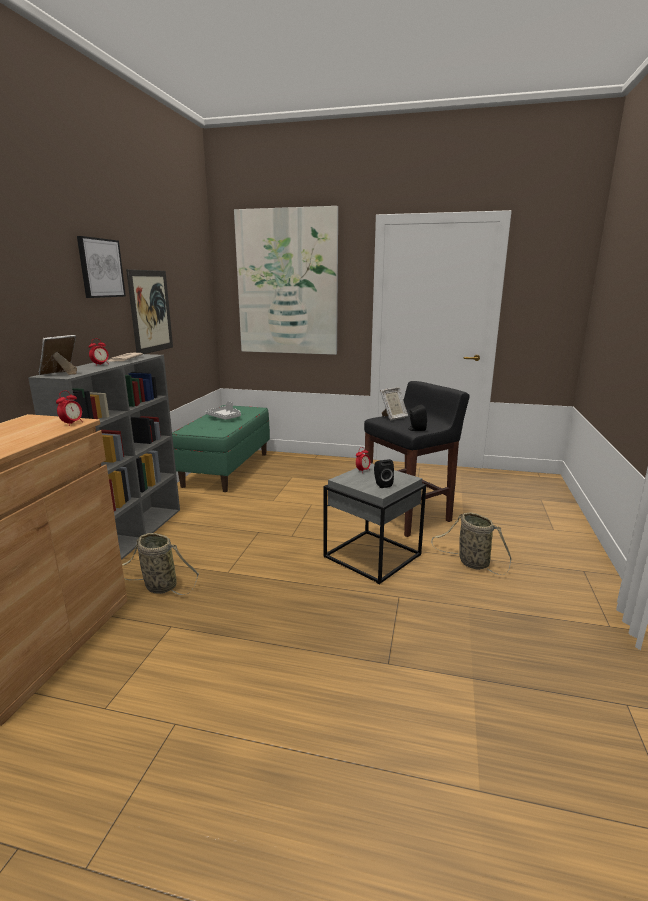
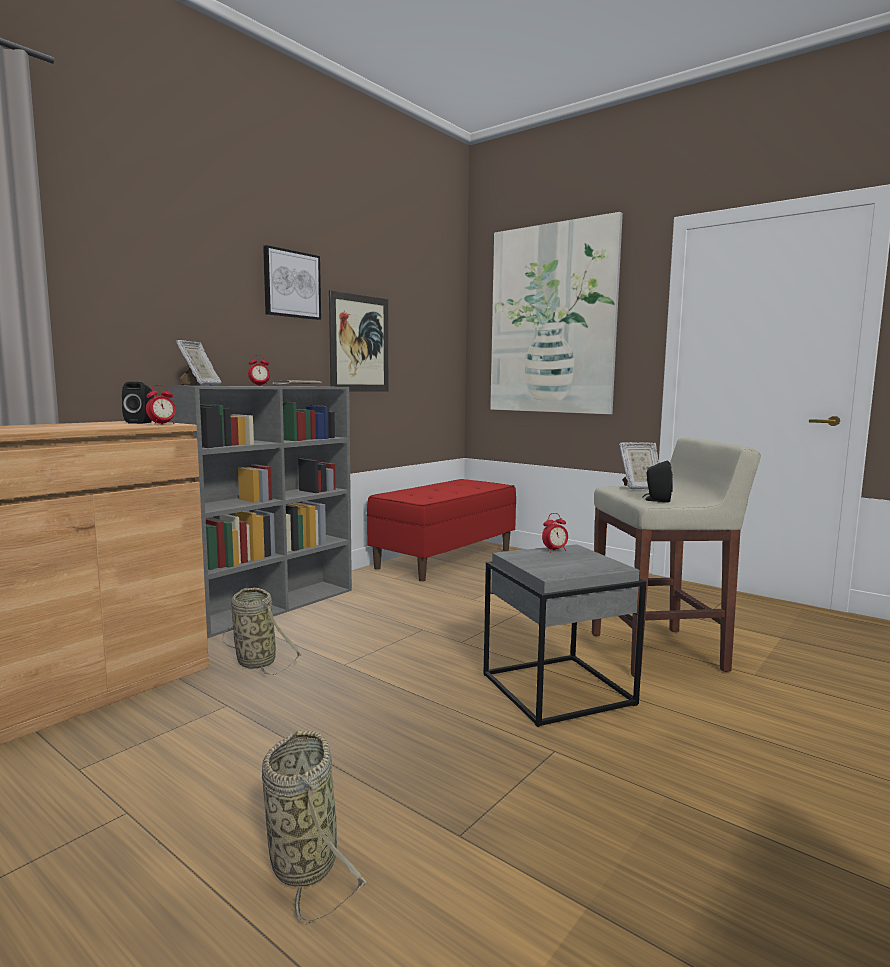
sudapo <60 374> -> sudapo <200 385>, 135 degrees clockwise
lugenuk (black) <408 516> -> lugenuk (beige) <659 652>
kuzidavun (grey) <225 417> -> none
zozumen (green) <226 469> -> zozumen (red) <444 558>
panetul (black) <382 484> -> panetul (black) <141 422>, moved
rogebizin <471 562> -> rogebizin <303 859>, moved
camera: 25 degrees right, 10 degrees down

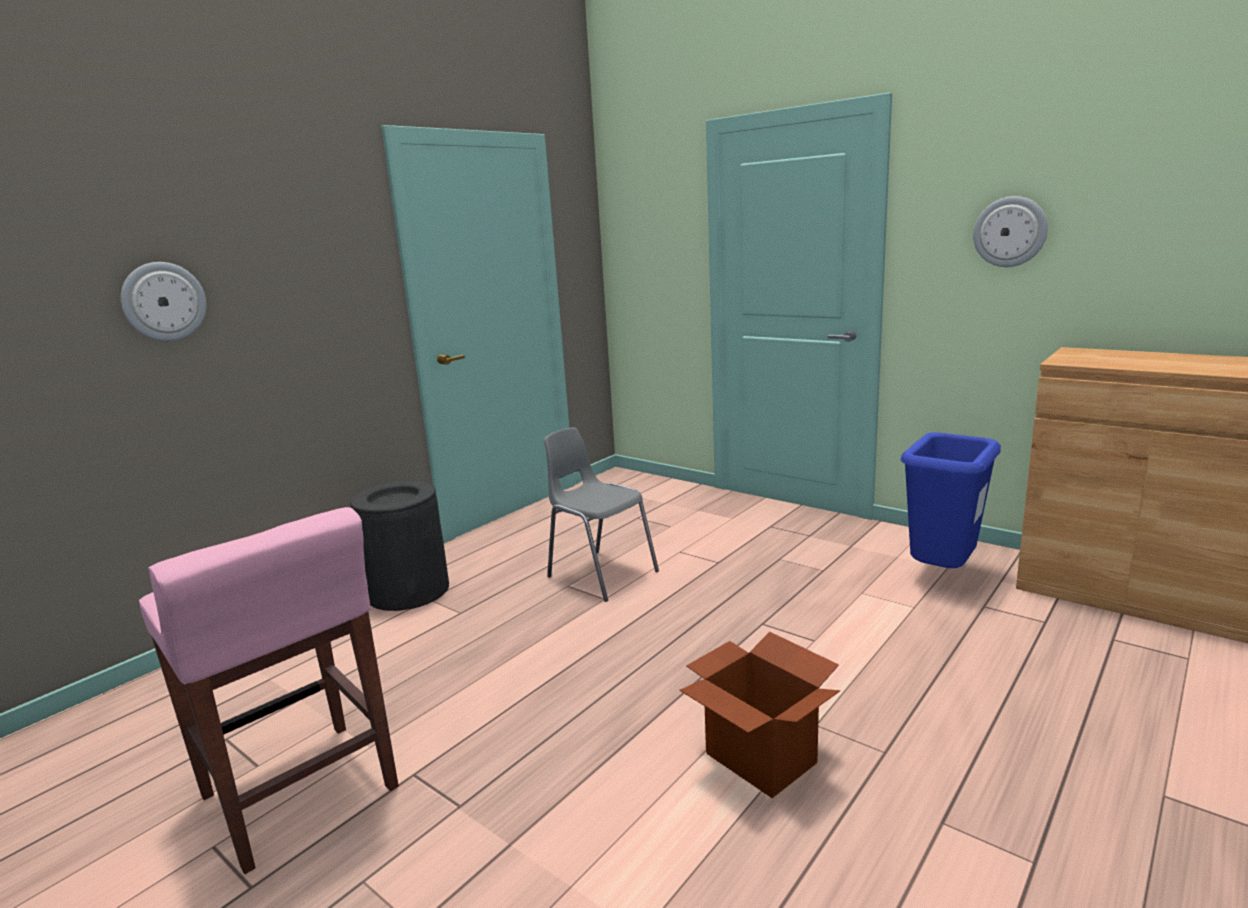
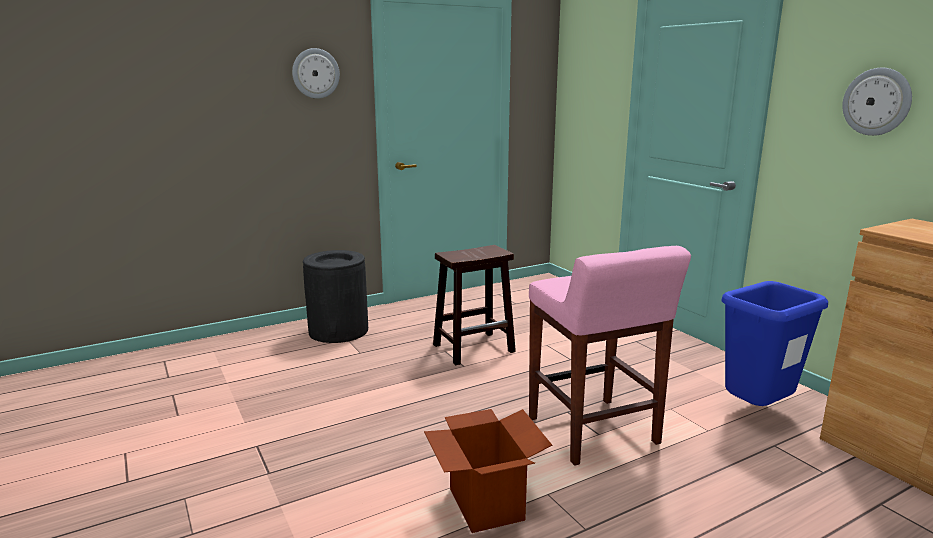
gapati <163 301> -> gapati <315 73>, moved
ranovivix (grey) <600 574> -> lugenuk (brown) <474 348>
lugenuk (pink) <300 794> -> lugenuk (pink) <593 432>, moved
camera: 20 degrees right, 0 degrees up

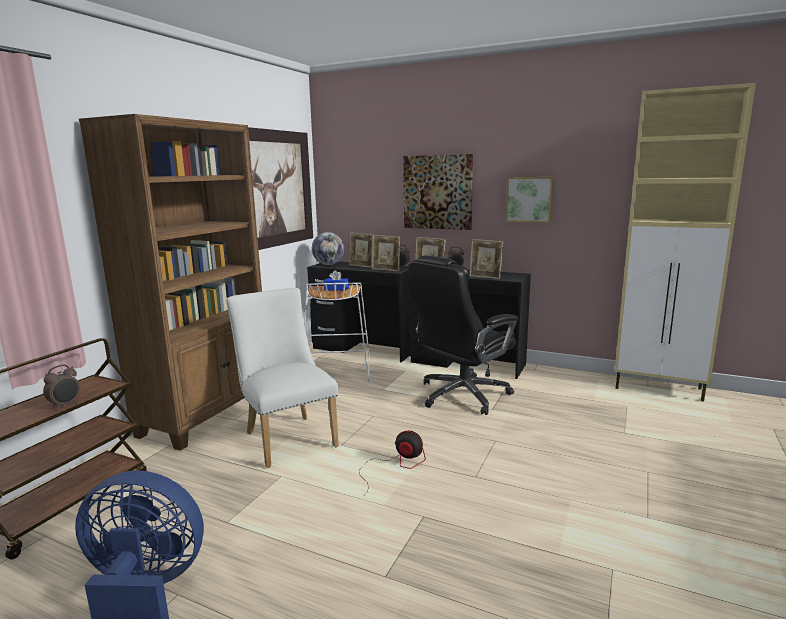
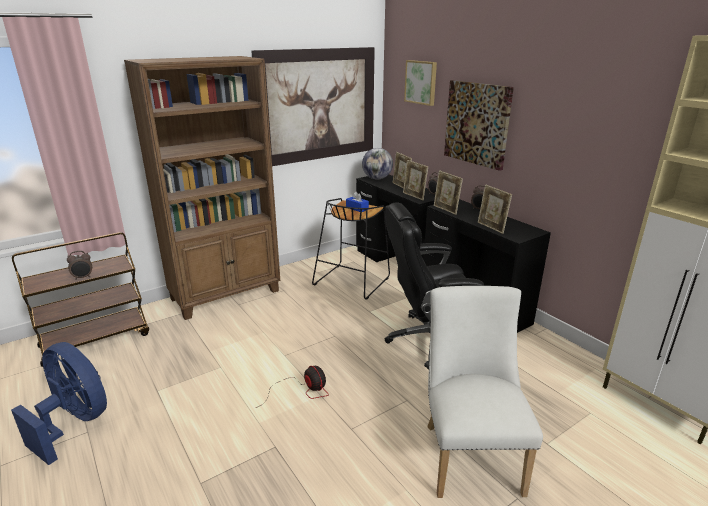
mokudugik <529 199> -> mokudugik <421 82>, moved
lugenuk (white) <336 371> -> lugenuk (black) <351 280>
ranovivix (white) <287 437> -> ranovivix (white) <469 452>, moved
camera: 30 degrees right, 10 degrees up

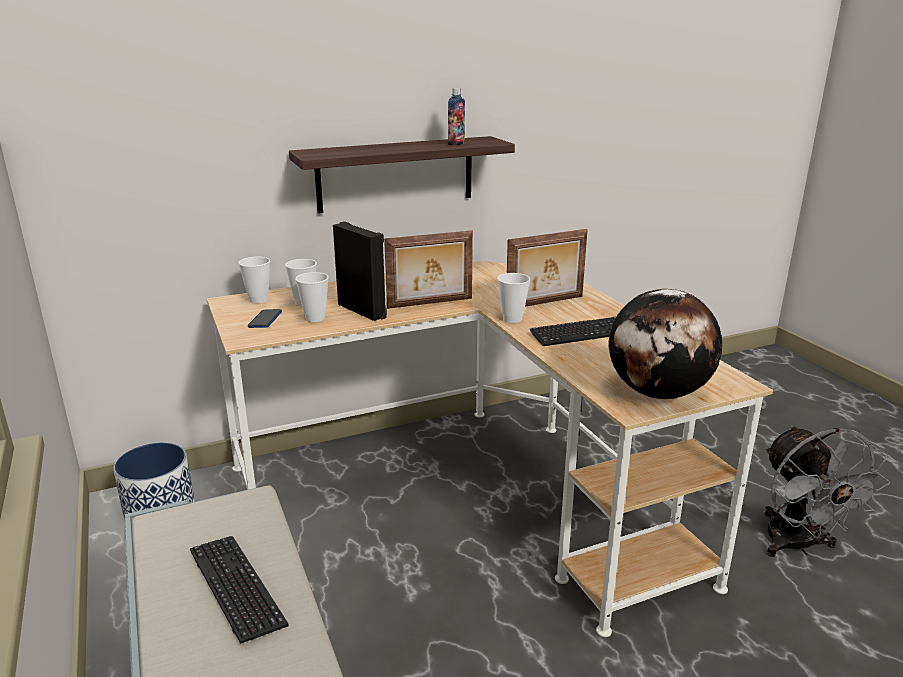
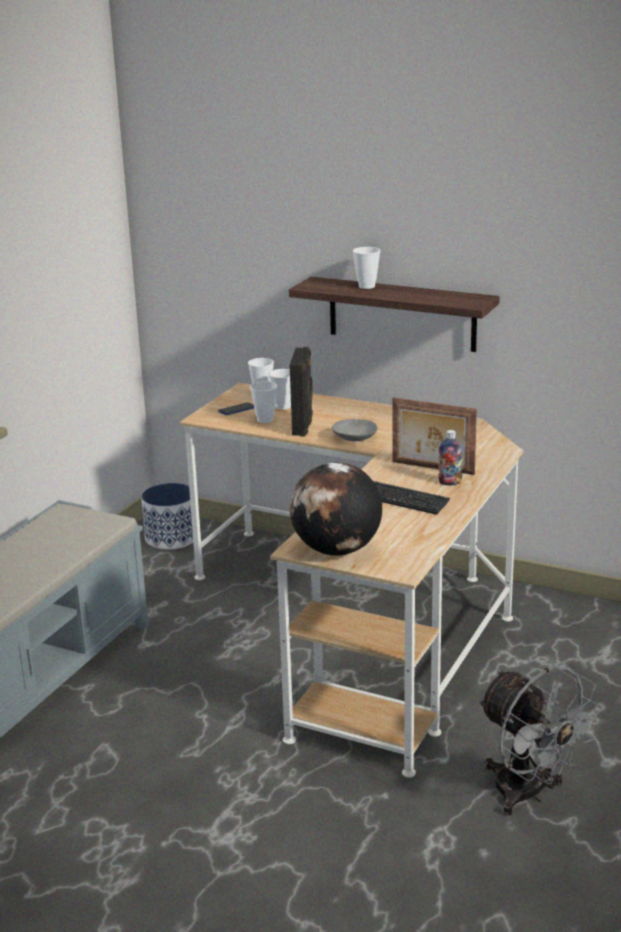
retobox <456 144> -> retobox <450 482>, moved
sudapo <430 303> -> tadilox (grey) <355 437>
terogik <512 319> -> terogik <366 286>, moved
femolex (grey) <798 546> -> femolex (grey) <529 794>, 75 degrees counterclockwise
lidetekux <236 588> -> none
camera: 50 degrees right, 0 degrees up

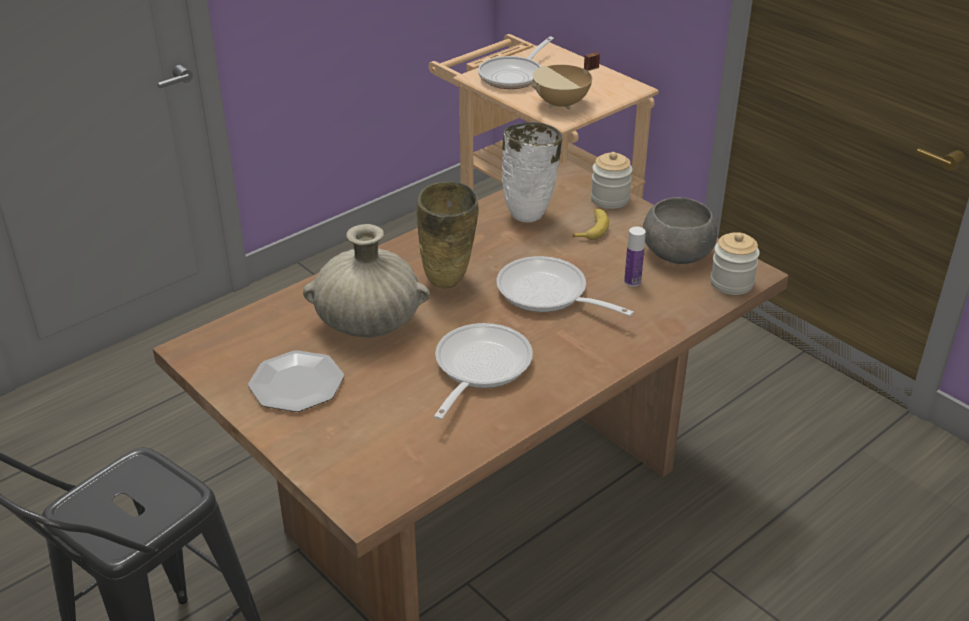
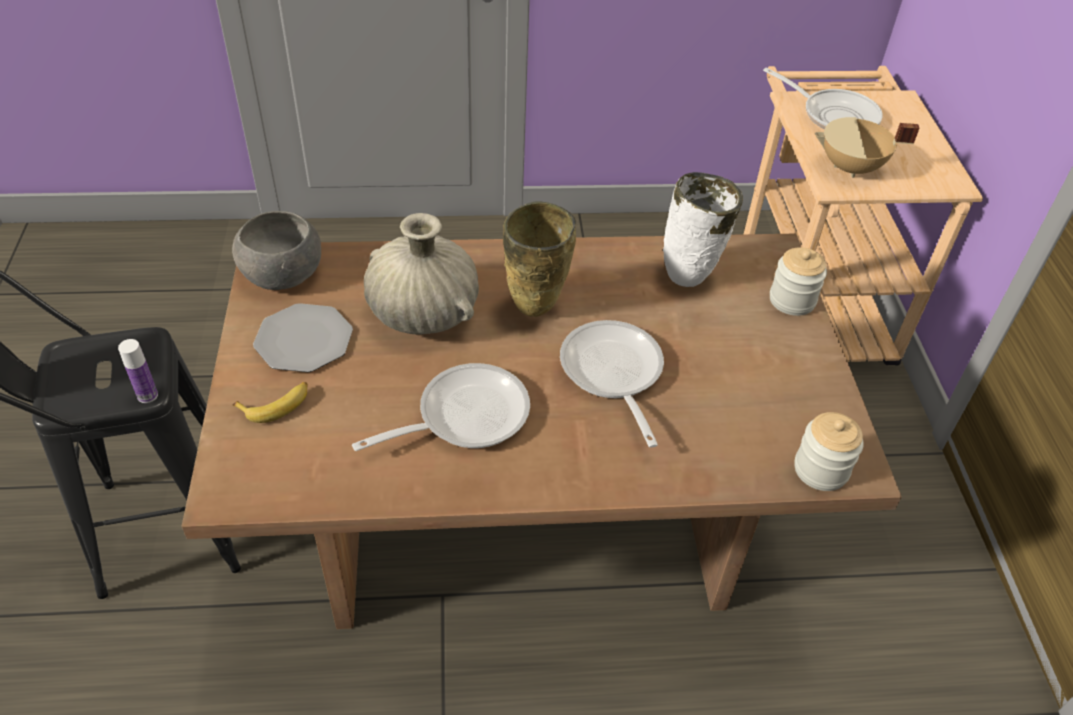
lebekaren <514 76> -> lebekaren <834 115>, 120 degrees counterclockwise
tadilox (grey) <677 253> -> tadilox (grey) <282 274>, moved
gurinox <592 228> -> gurinox <276 405>, moved
retobox <632 281> -> retobox <147 395>, moved
camera: 35 degrees right, 10 degrees up

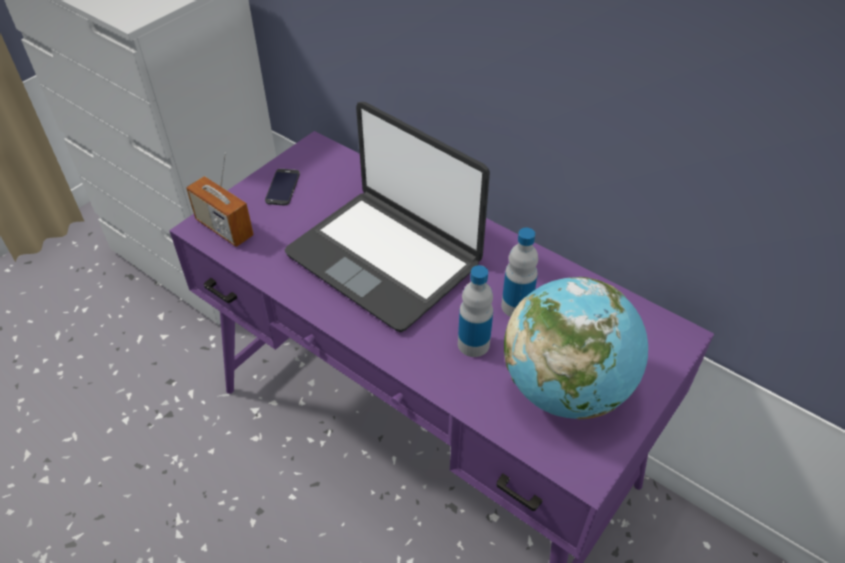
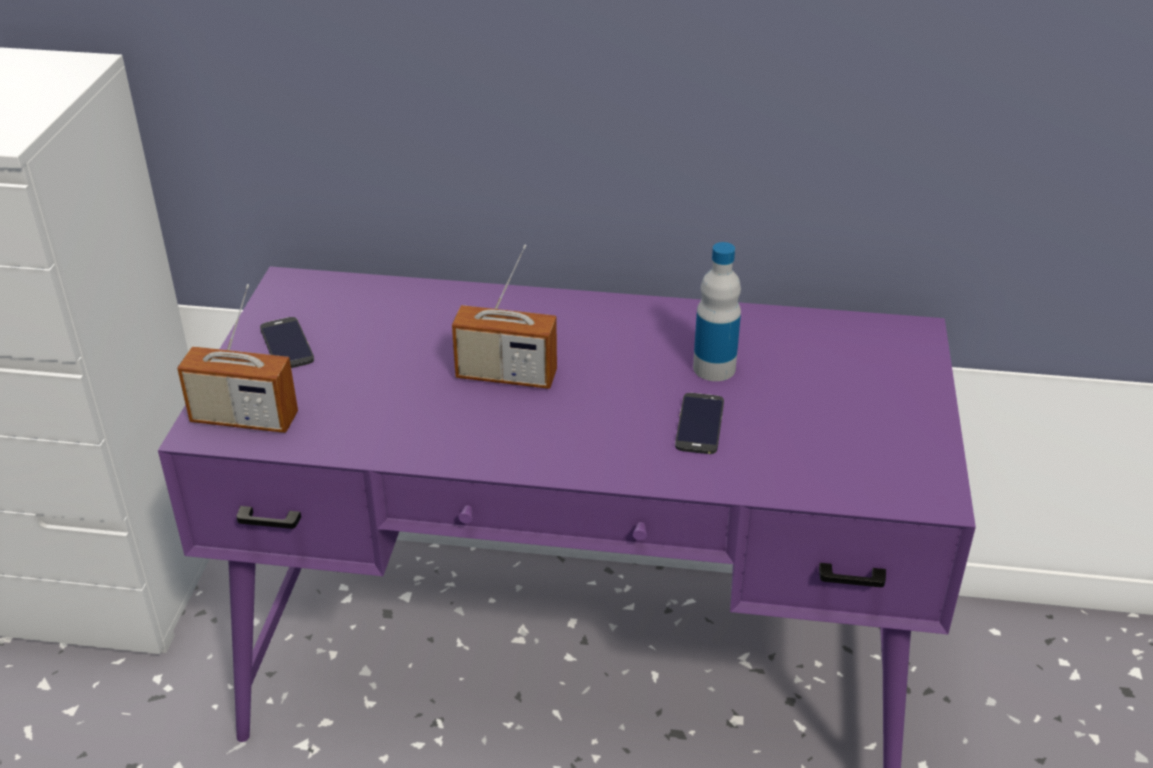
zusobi <385 258> -> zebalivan <506 375>
retobox <473 344> -> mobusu <699 424>
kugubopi <565 388> -> none
camera: 30 degrees left, 10 degrees down

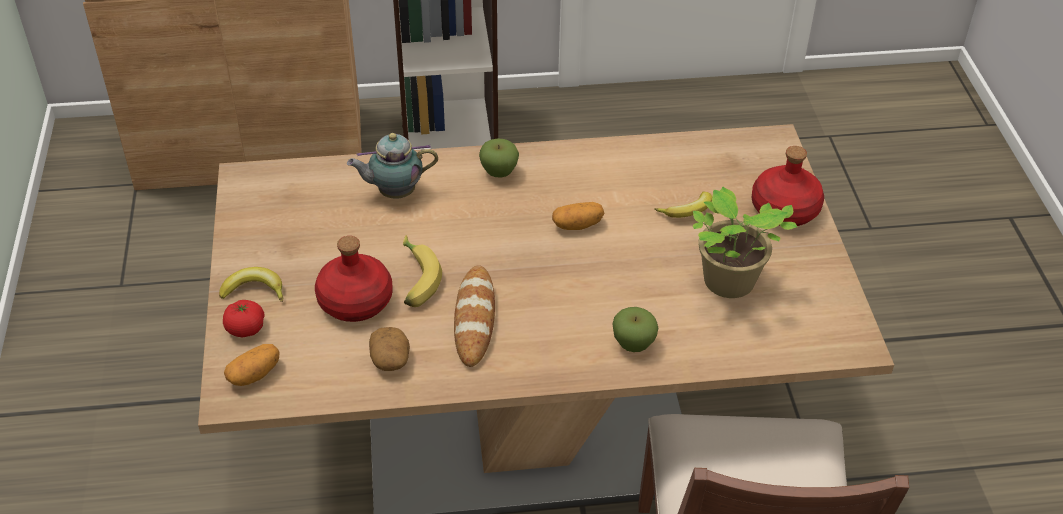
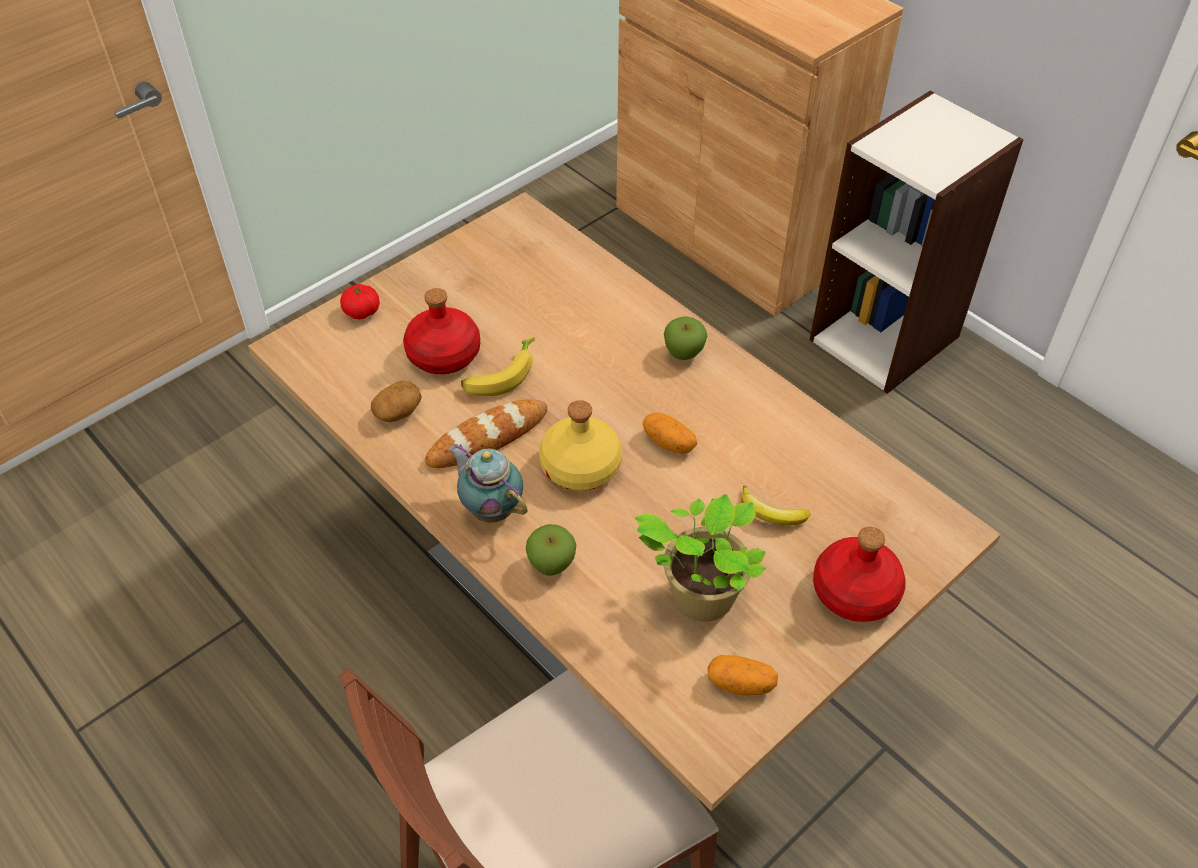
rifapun <394 192> -> rifapun <491 508>, moved
gurinox <254 290> -> none
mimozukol <254 374> -> mimozukol <740 684>, moved
none -> retobox (yellow) <580 467>
camera: 55 degrees right, 5 degrees up

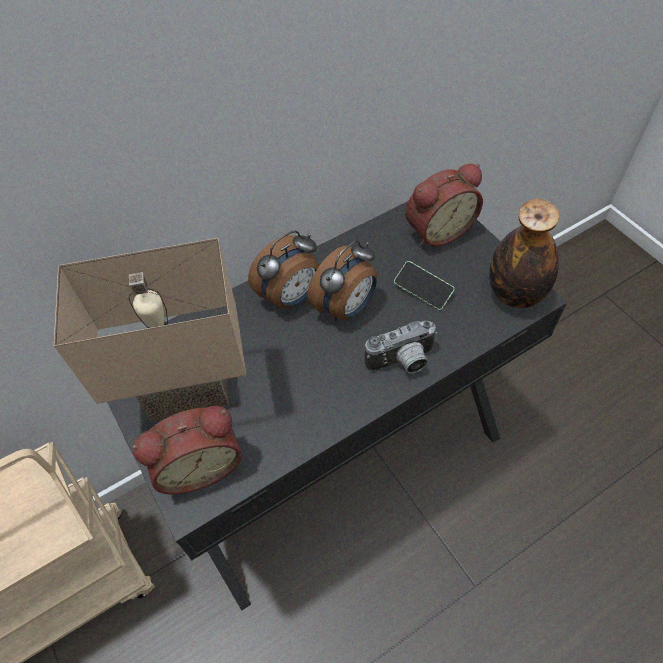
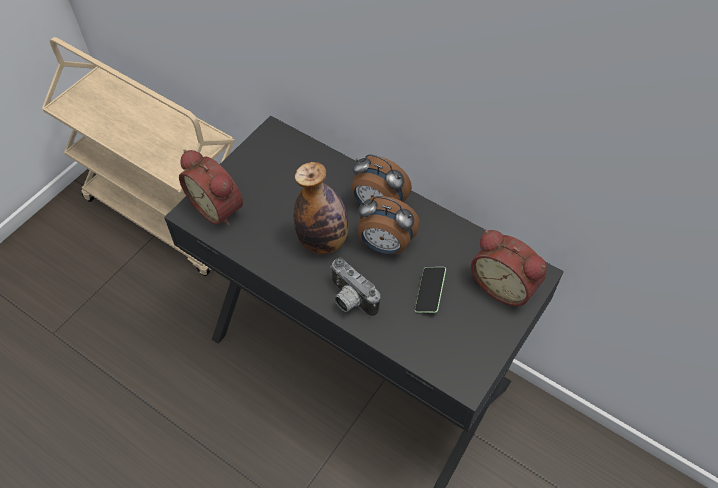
retobox <515 294> -> retobox <323 241>, moved
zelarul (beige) <189 388> -> none
camera: 65 degrees right, 0 degrees up

